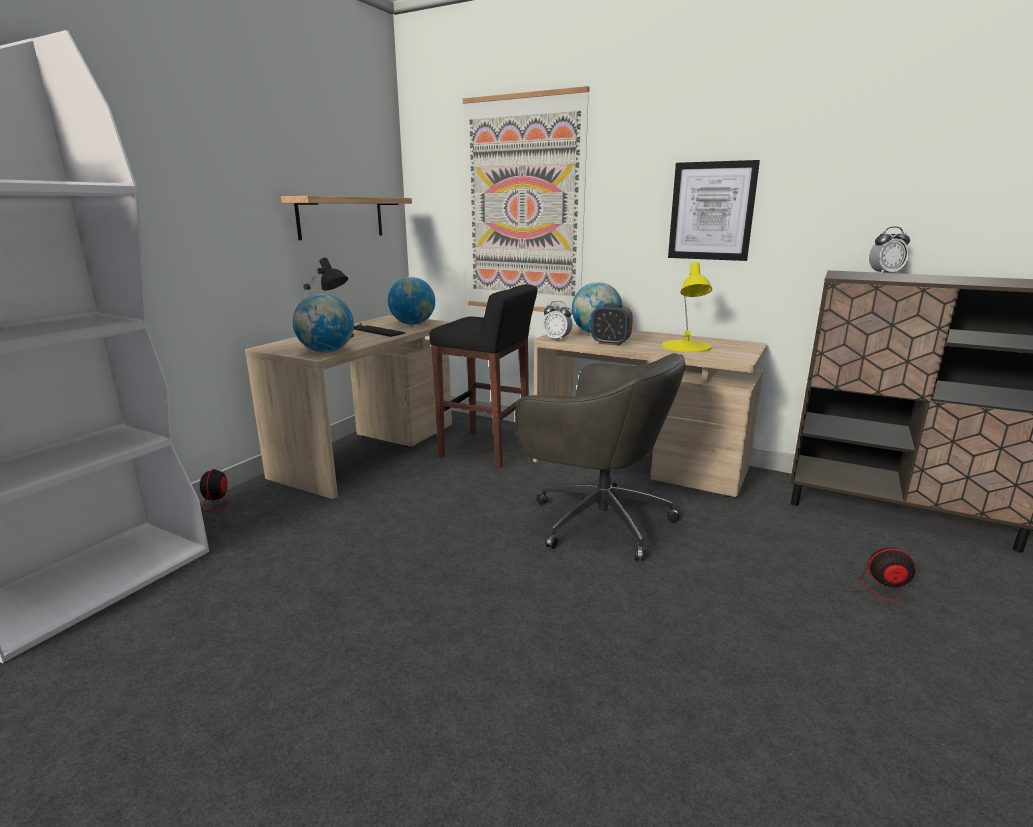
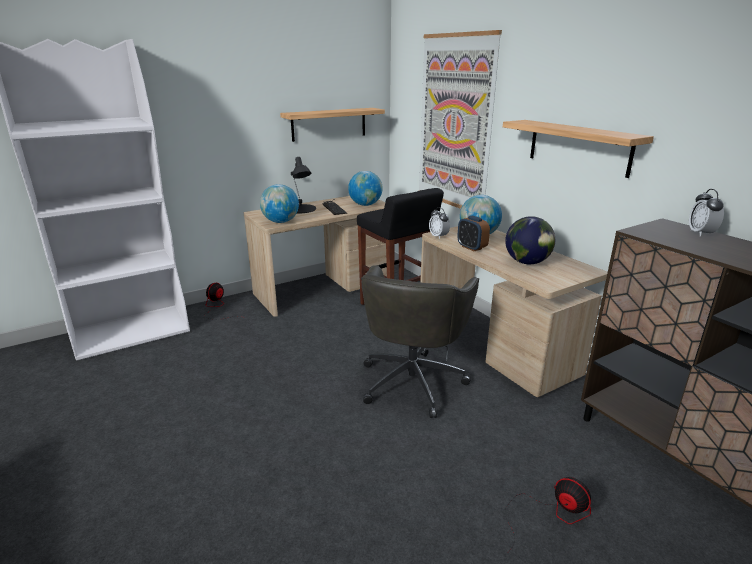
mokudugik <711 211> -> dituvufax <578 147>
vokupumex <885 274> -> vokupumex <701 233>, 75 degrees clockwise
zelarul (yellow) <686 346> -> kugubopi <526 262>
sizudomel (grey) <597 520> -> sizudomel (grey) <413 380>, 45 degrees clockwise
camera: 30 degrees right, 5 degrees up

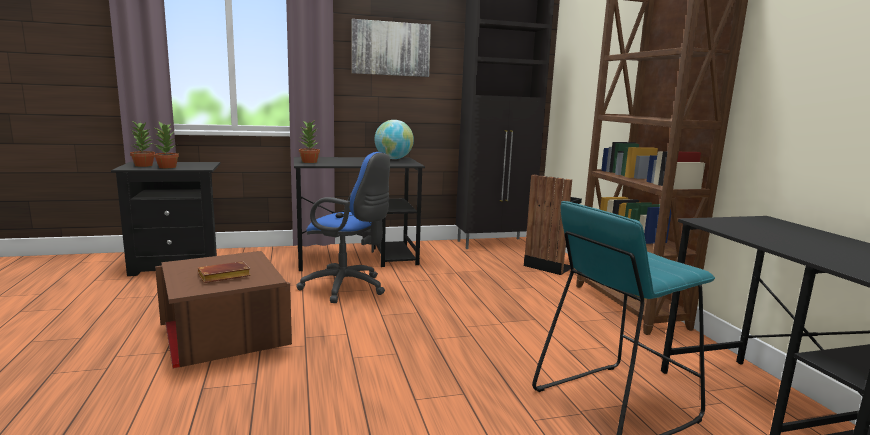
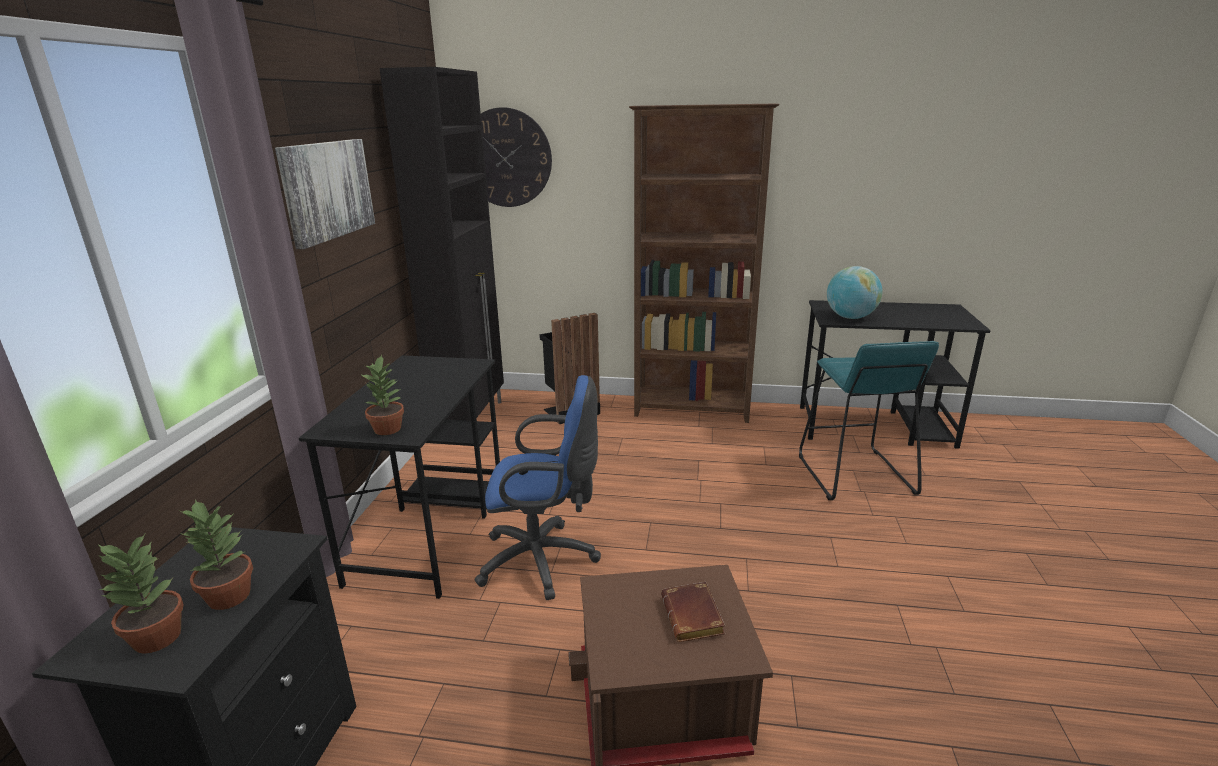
kugubopi <393 159> -> kugubopi <850 317>, moved
sizudomel (blue) <348 288> -> sizudomel (blue) <544 560>, 45 degrees clockwise
none -> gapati <506 158>
camera: 65 degrees left, 10 degrees up

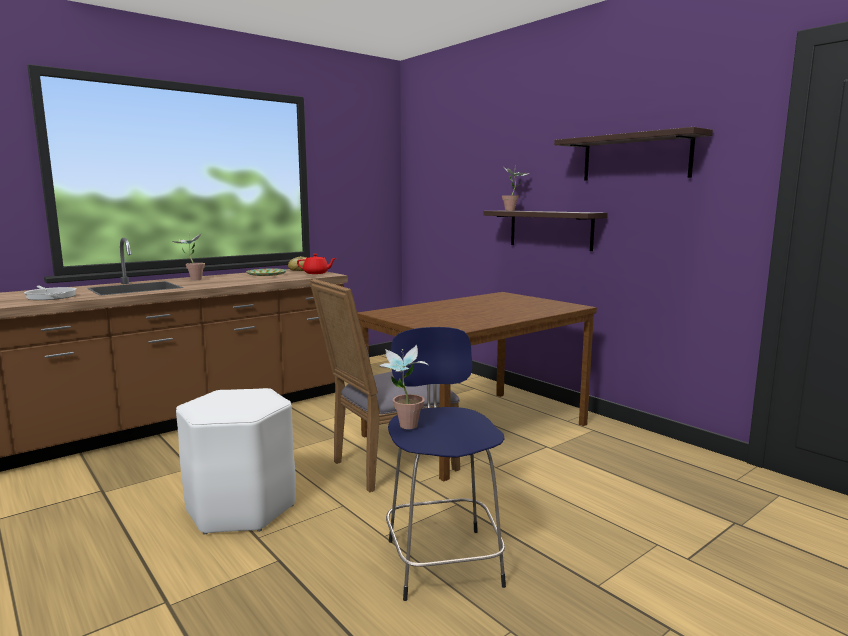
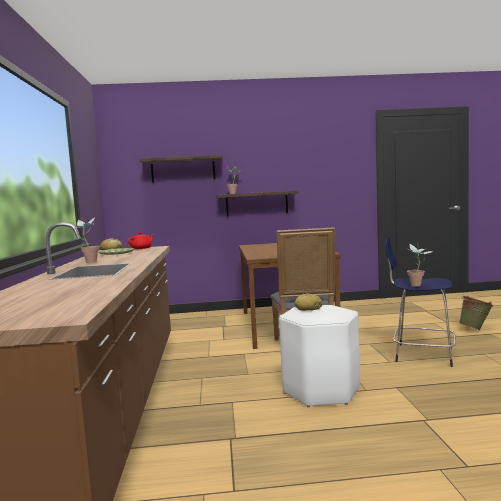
dituvufax <635 157> -> dituvufax <183 169>, moved
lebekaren <50 296> -> none
none -> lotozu <308 308>
none -> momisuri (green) <475 329>
camera: 55 degrees left, 5 degrees down

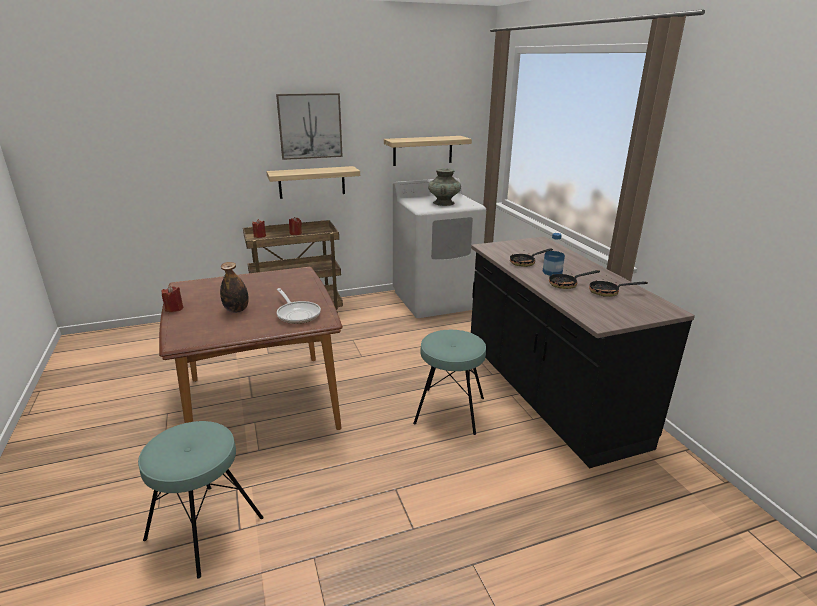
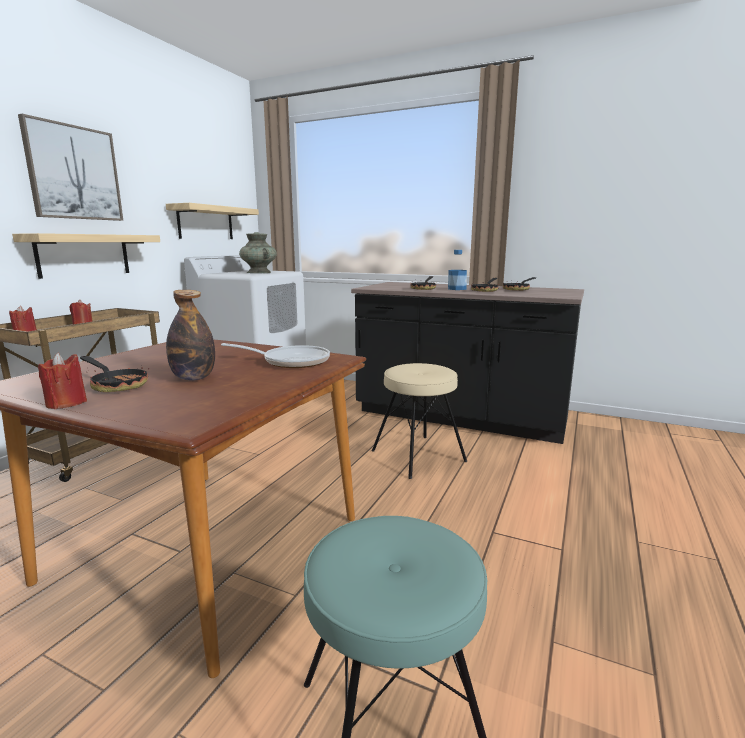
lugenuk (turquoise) <449 410> -> lugenuk (beige) <418 456>
none -> lebekaren <116 385>
camera: 45 degrees left, 10 degrees down

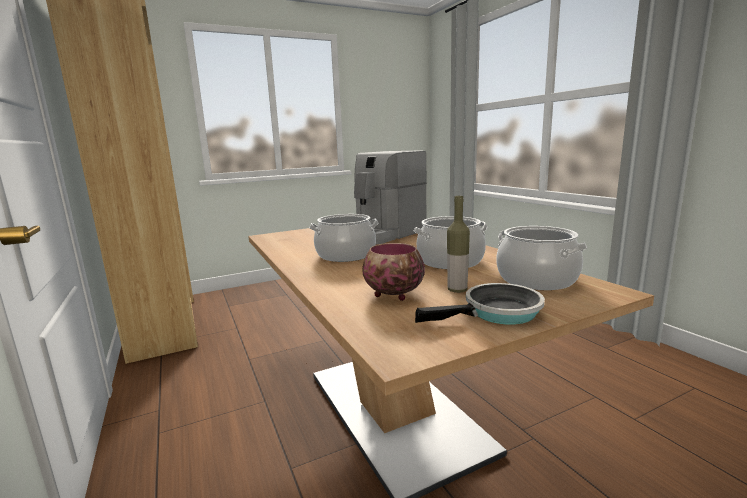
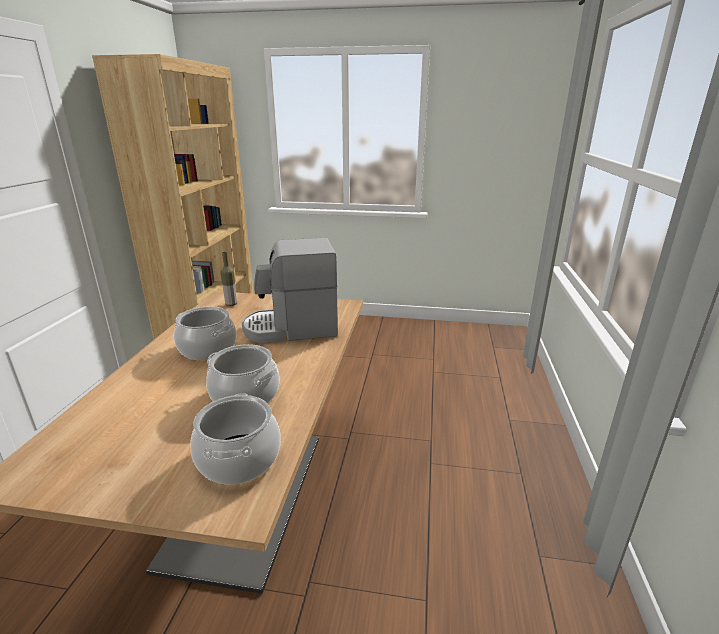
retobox <457 290> -> retobox <231 304>, moved
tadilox <392 294> -> none
lebekaren <497 313> -> none
camera: 35 degrees right, 10 degrees up

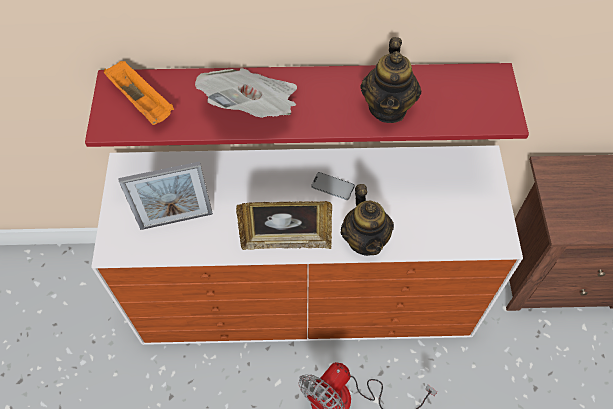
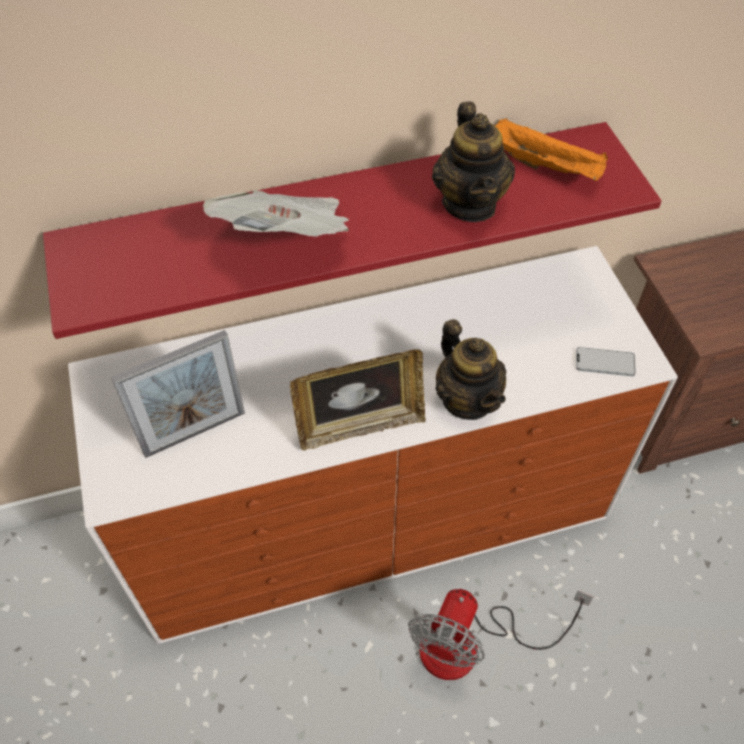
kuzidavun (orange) <143 103> -> kuzidavun (orange) <546 166>, moved
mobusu <332 186> -> mobusu <605 362>, moved
camera: 15 degrees left, 5 degrees down

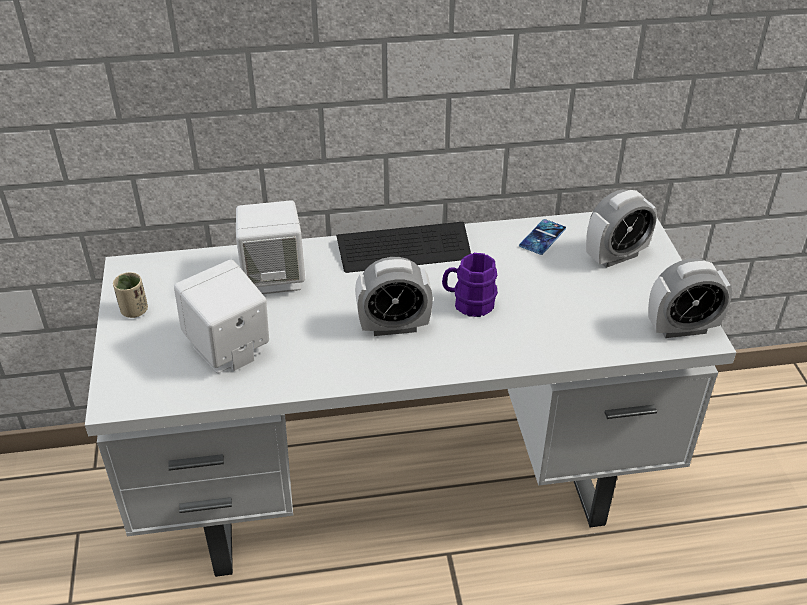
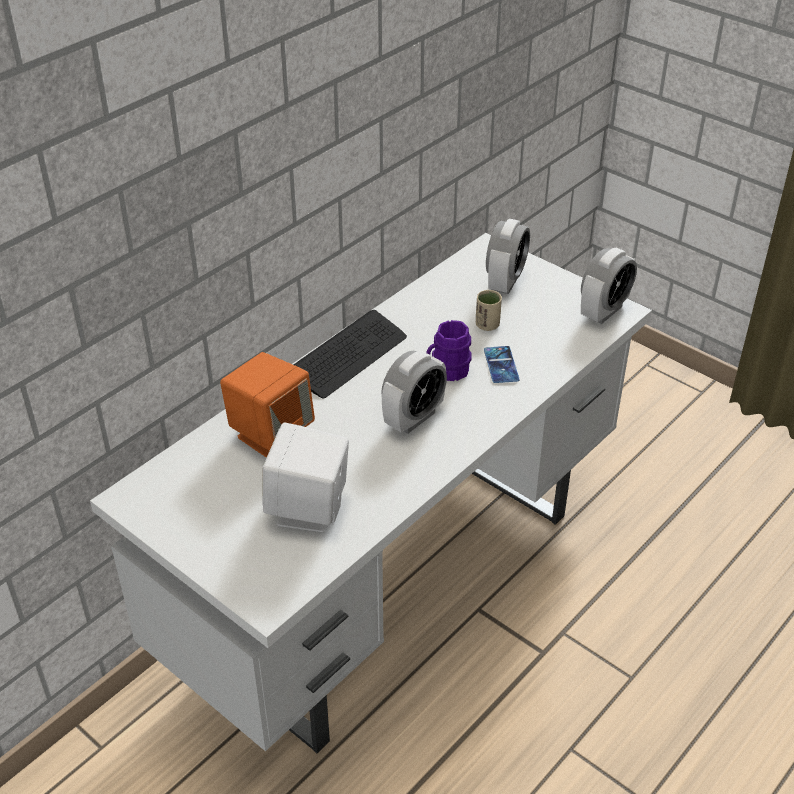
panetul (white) <274 278> -> panetul (orange) <271 434>
mobusu <542 237> -> mobusu <501 365>, moved
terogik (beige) <134 311> -> terogik (beige) <487 325>, moved
camera: 40 degrees left, 0 degrees up

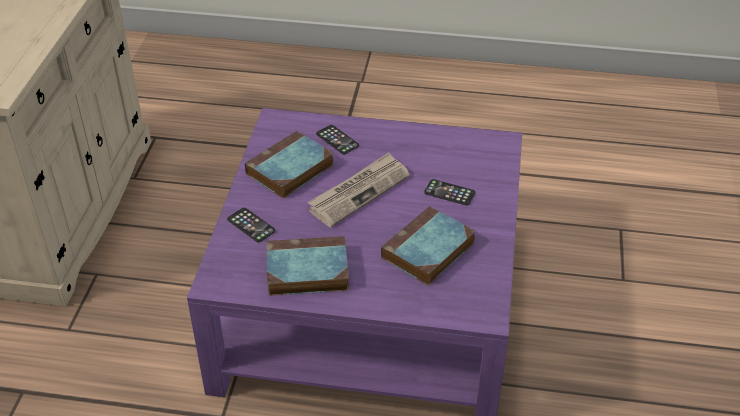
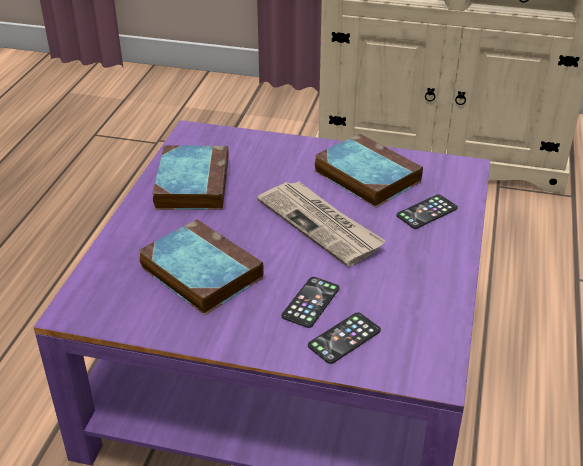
mobusu <251 225> -> mobusu <344 338>, moved
camera: 95 degrees right, 5 degrees down

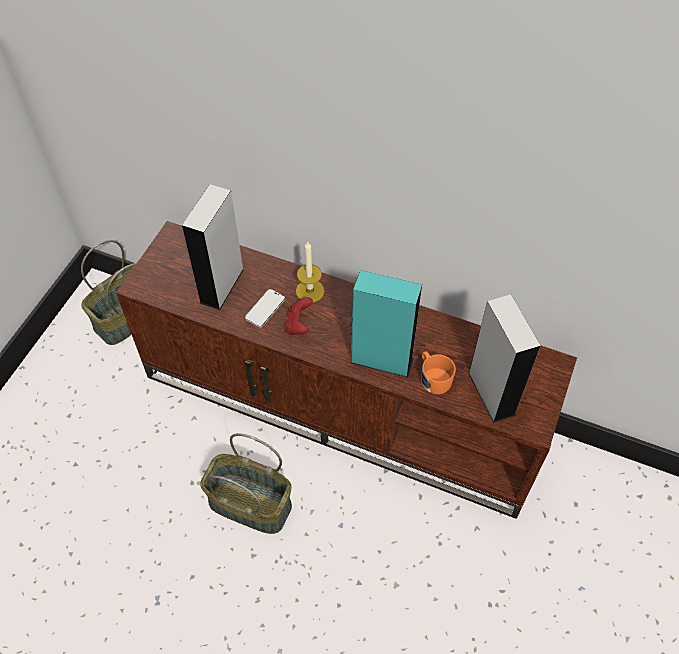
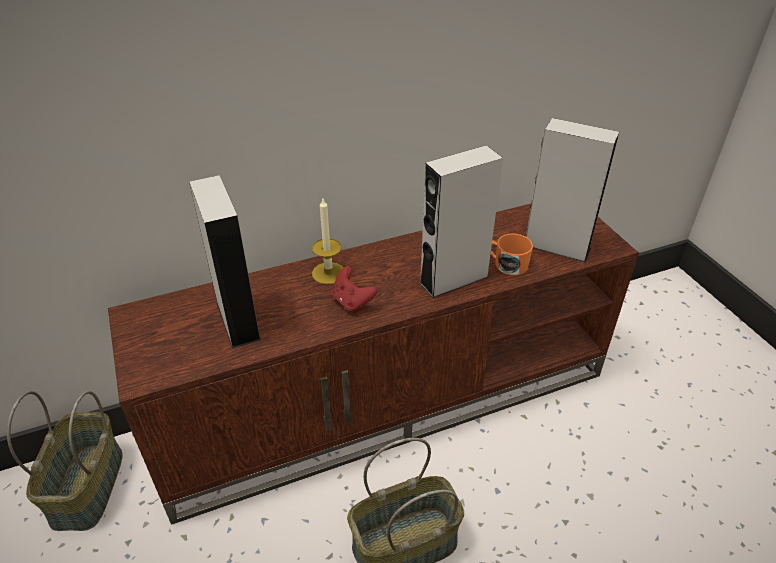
panetul (turquoise) <381 360> -> panetul (grey) <453 279>
mobusu <265 309> -> none
camera: 45 degrees left, 15 degrees down

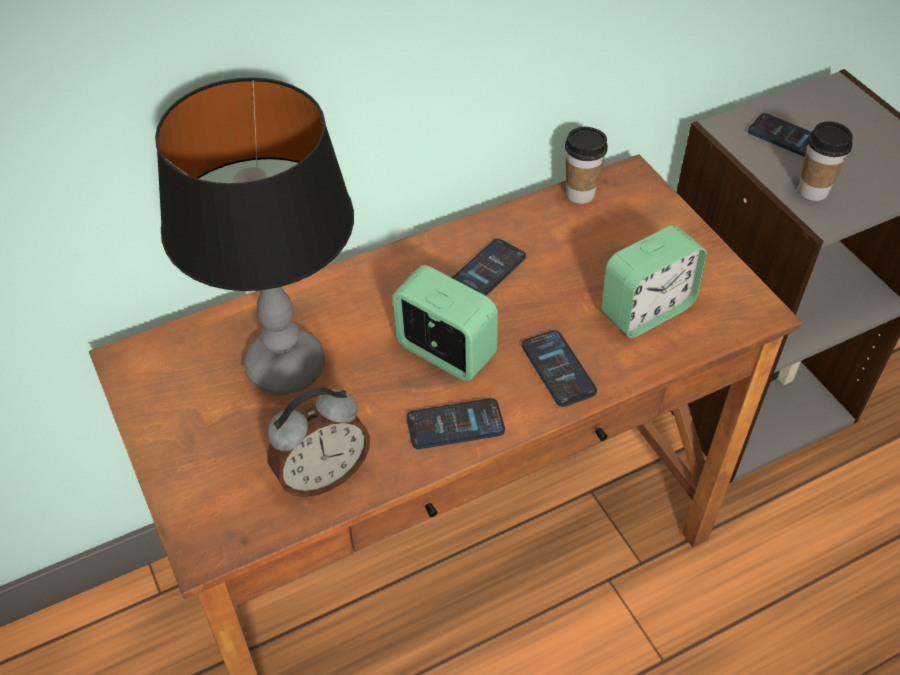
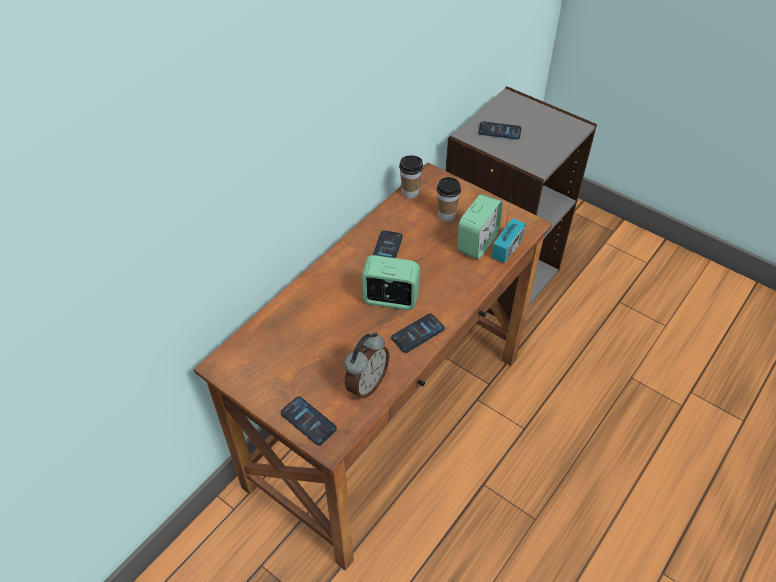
zelarul <286 366> -> none
terogik <813 191> -> terogik <446 215>, moved
mobusu <558 369> -> mobusu <308 421>, moved
none -> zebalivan <507 248>
camera: 25 degrees left, 0 degrees up

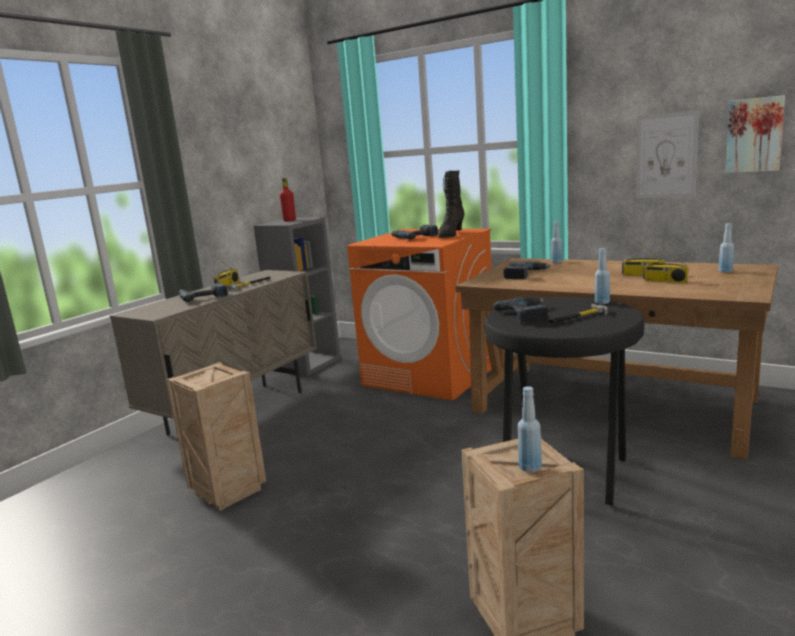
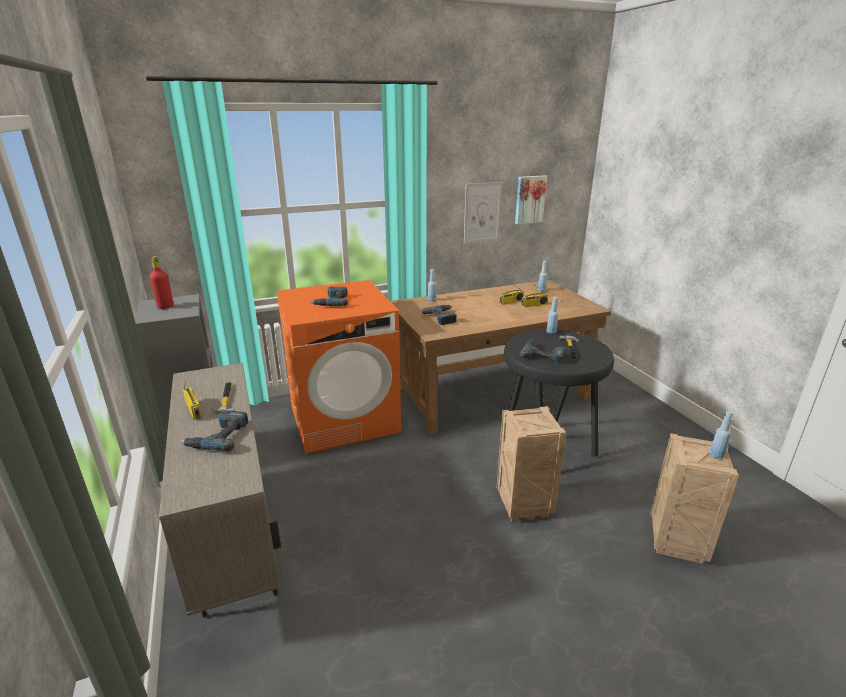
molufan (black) <450 235> -> none
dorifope <230 492> -> dorifope <524 505>, moved
camera: 55 degrees left, 10 degrees up

